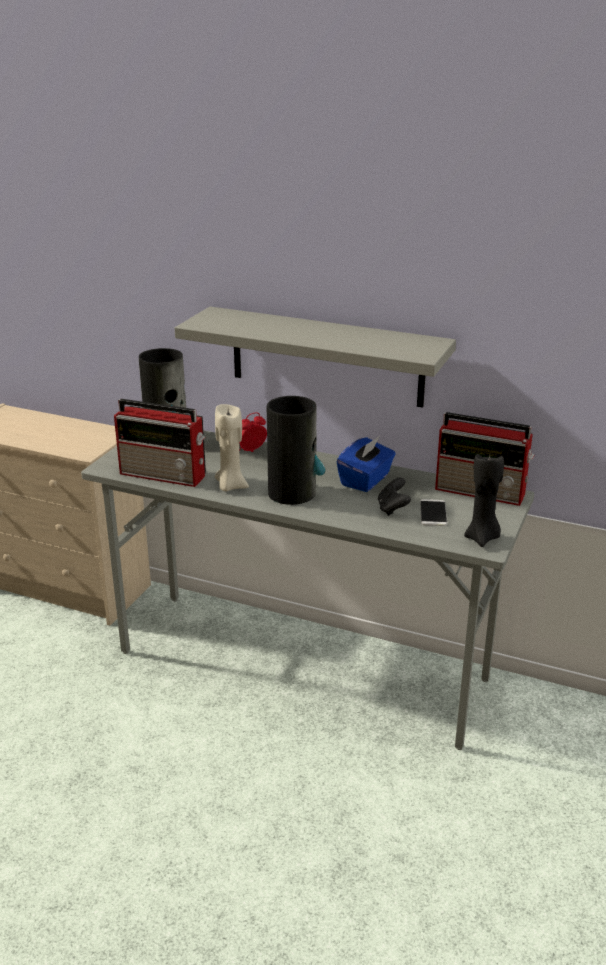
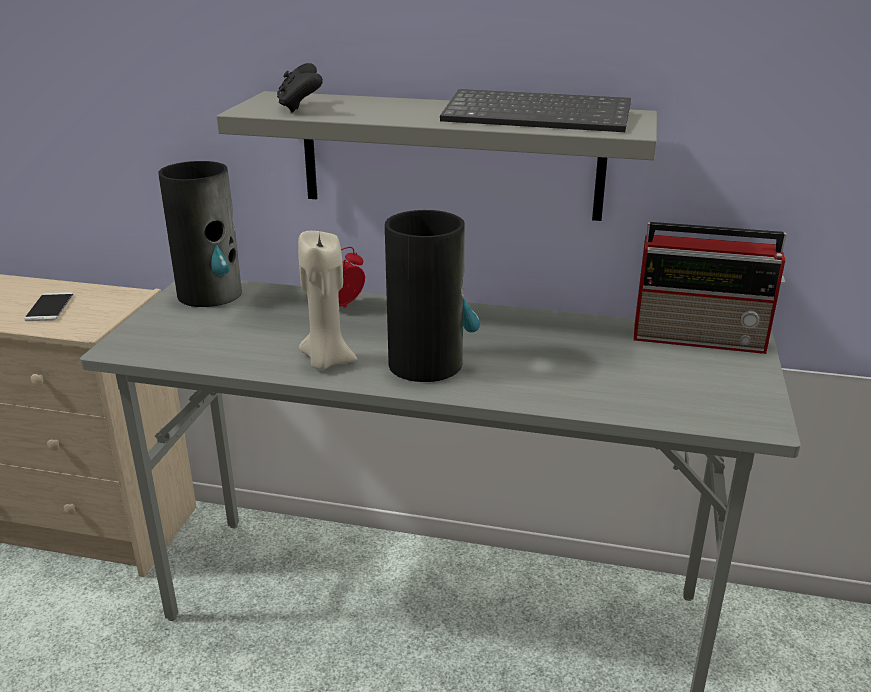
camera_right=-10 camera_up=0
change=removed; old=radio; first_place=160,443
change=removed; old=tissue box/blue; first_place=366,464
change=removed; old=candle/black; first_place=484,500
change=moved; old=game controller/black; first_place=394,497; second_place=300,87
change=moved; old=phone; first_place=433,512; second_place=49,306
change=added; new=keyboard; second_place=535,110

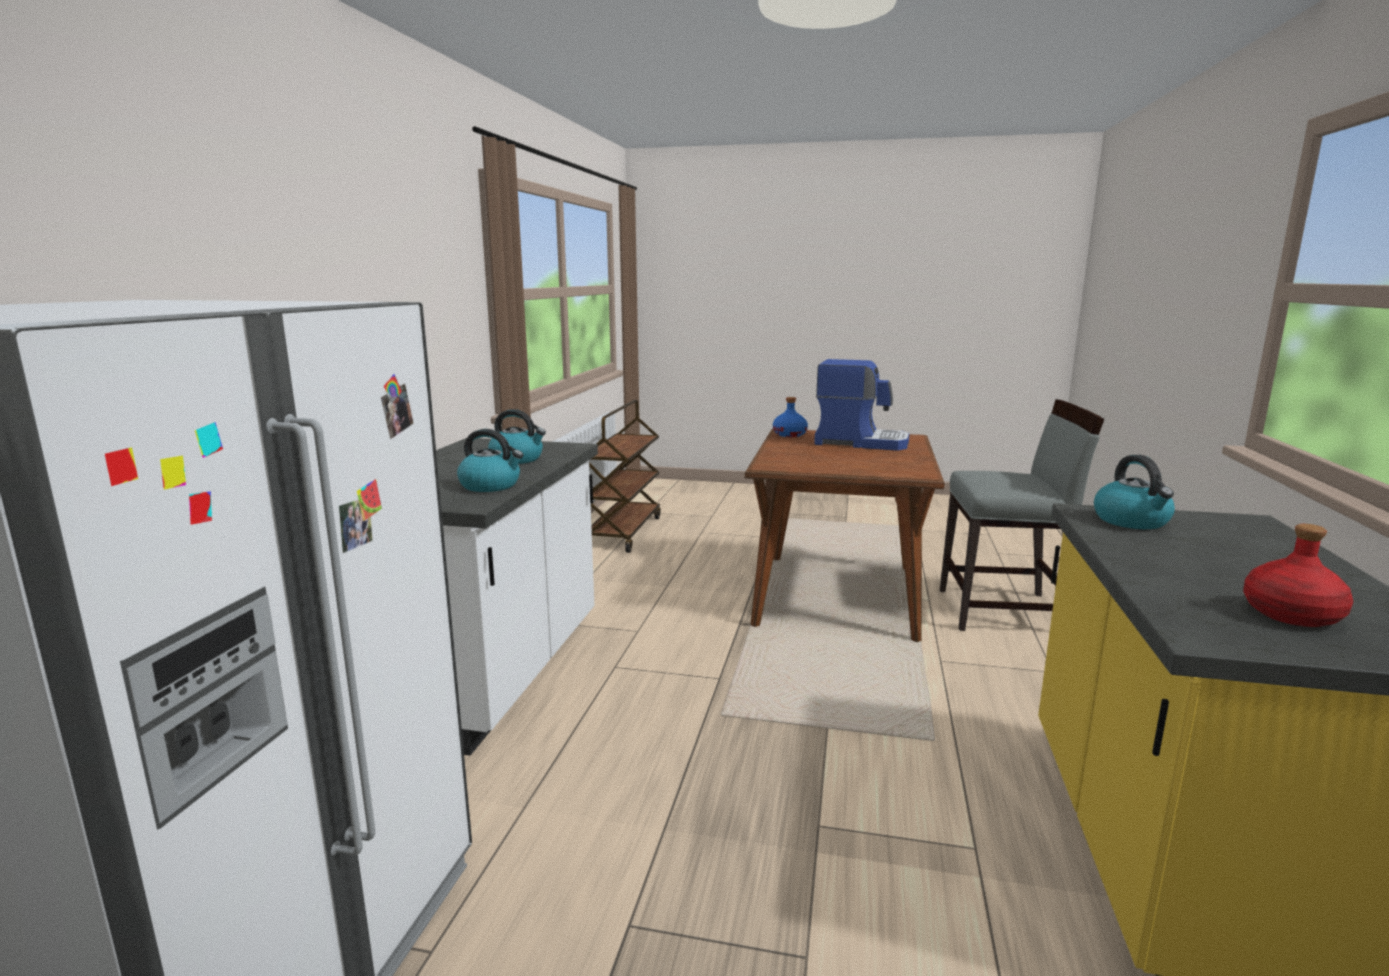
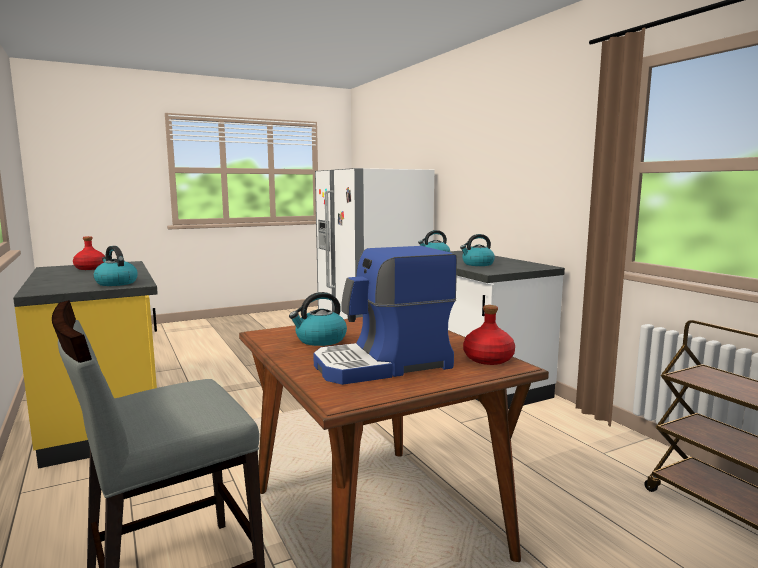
camera_right=140 camera_up=-5
change=recoloured; old=bottle/blue; new=bottle/red; first_place=790,417; second_place=489,335
change=added; new=kettle; second_place=318,319

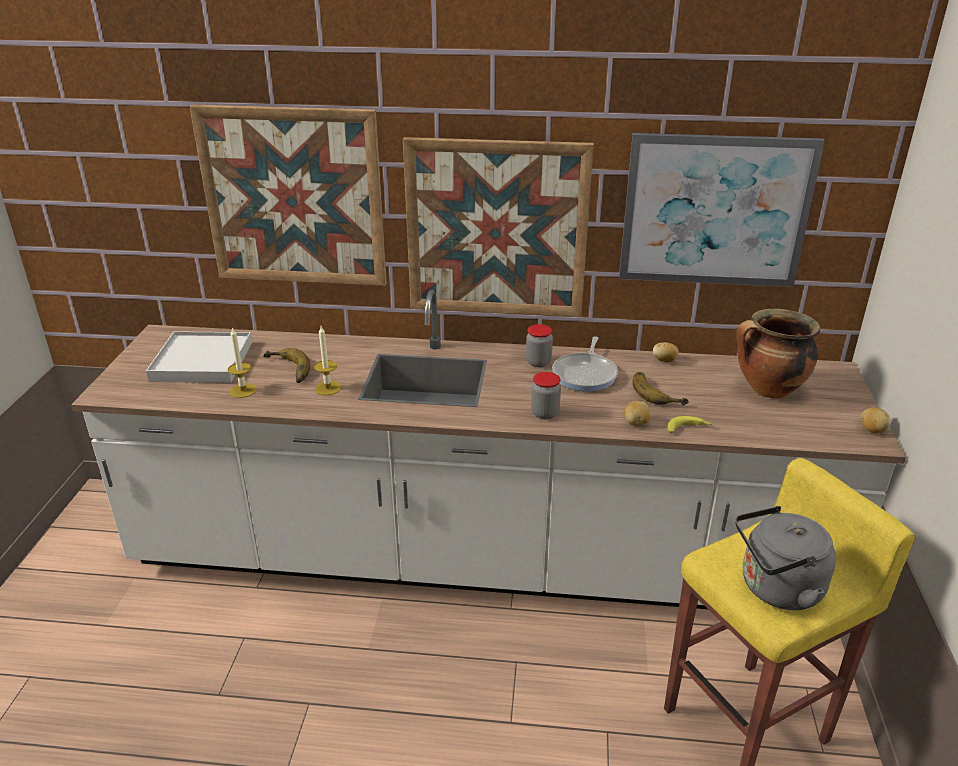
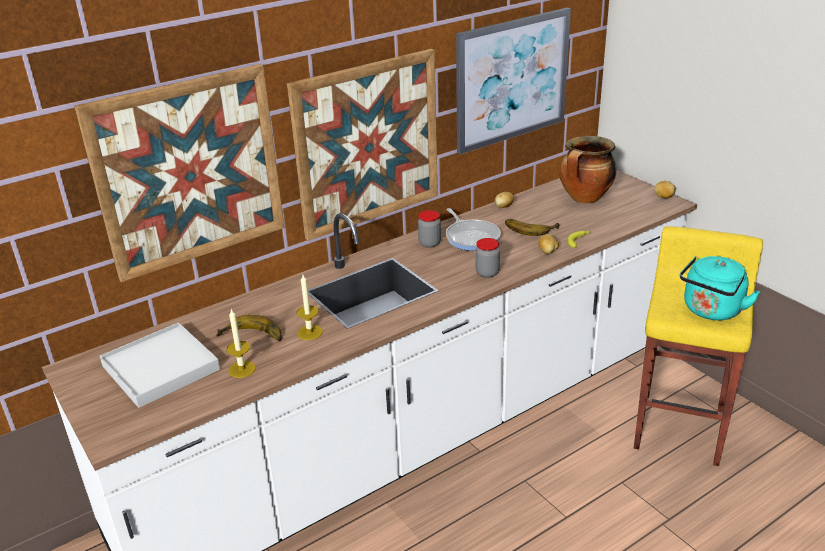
camera_right=-40 camera_up=0
change=recoloured; old=kettle/grey; new=kettle/turquoise; first_place=785,558; second_place=720,288

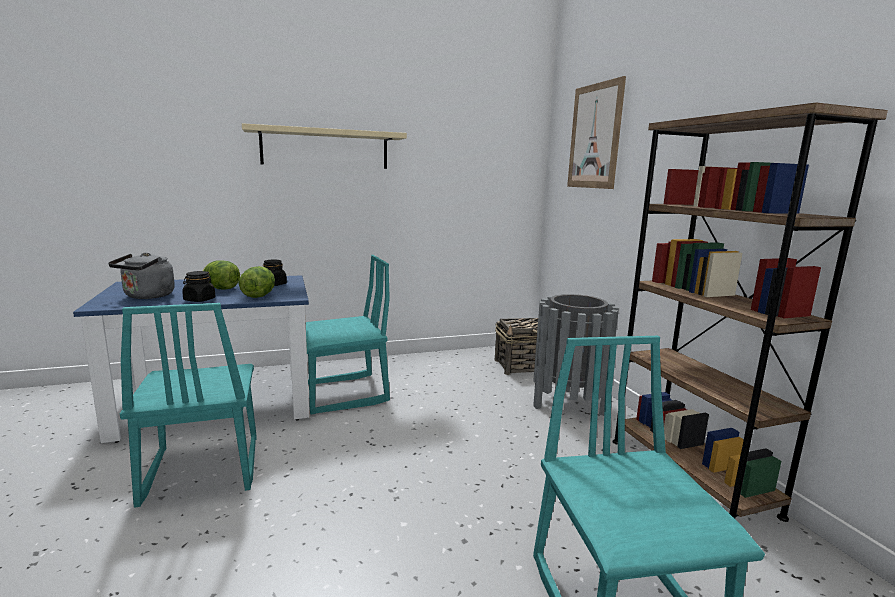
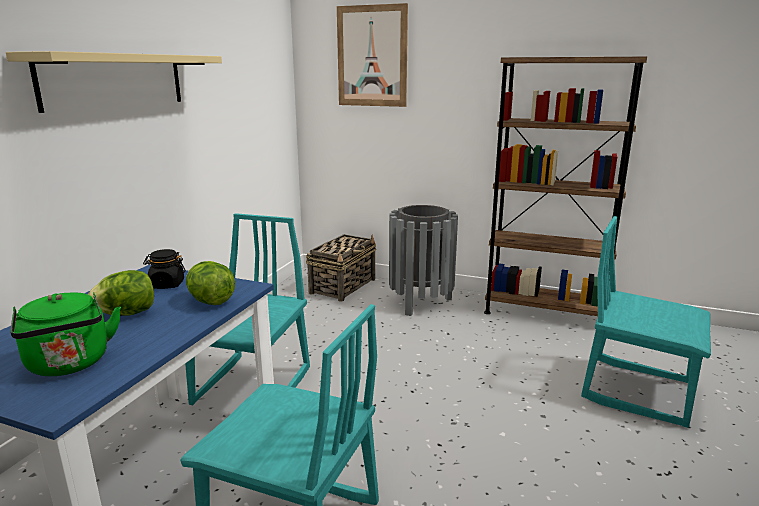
camera_right=-50 camera_up=5
change=recoloured; old=kettle/grey; new=kettle/green; first_place=141,275; second_place=65,334
change=removed; old=jar/black; first_place=198,286

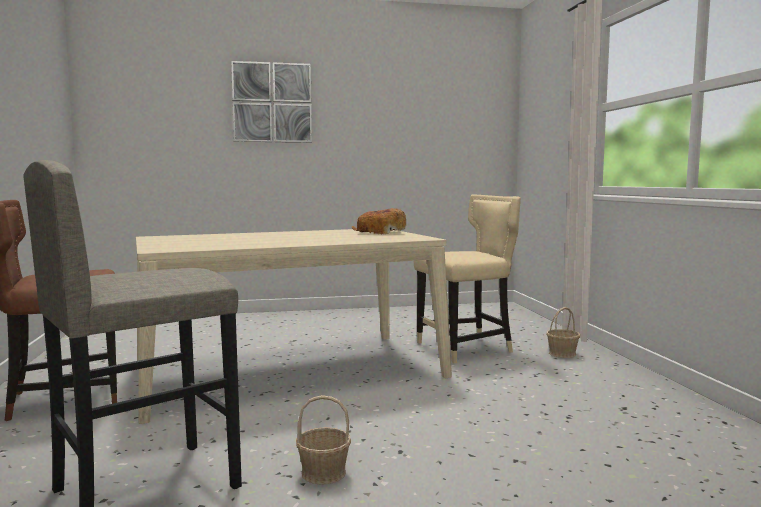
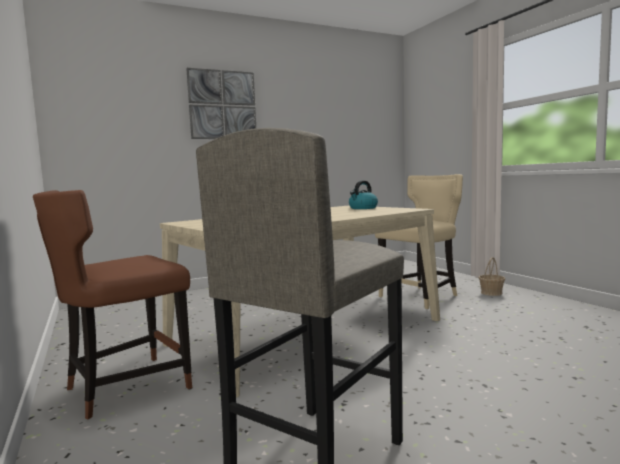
camera_right=-15 camera_up=0
change=replaced; old=bread; new=kettle; first_place=379,221; second_place=363,195
change=removed; old=basket; first_place=323,440

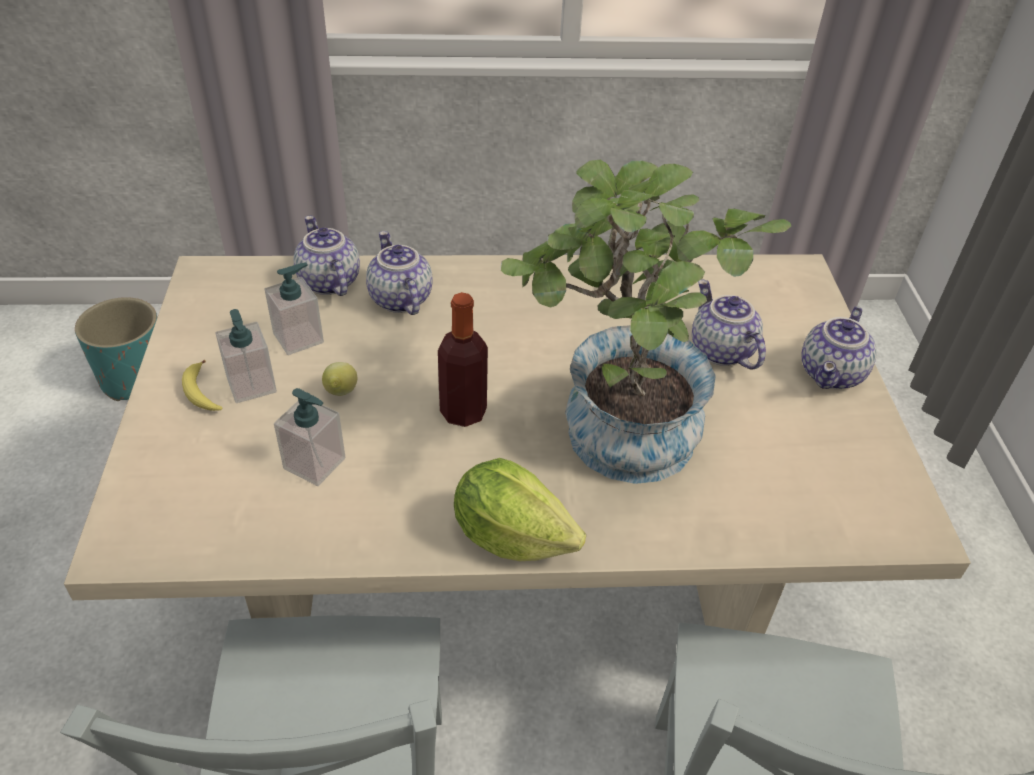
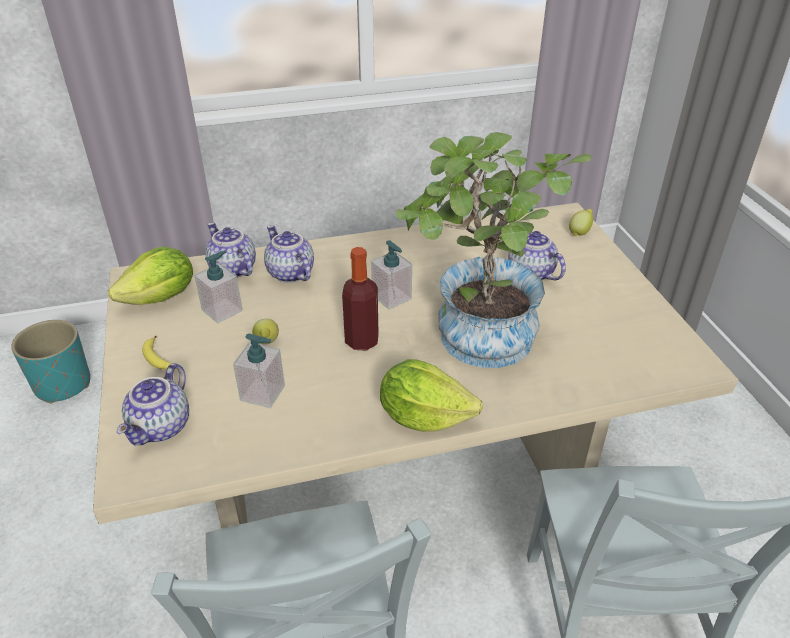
camera_right=-10 camera_up=-5
change=moved; old=teapot; first_place=839,347; second_place=153,404
change=moved; old=soap dispenser; first_place=246,356; second_place=391,274
change=added; new=lemon; second_place=581,222
change=added; new=lettuce; second_place=150,276

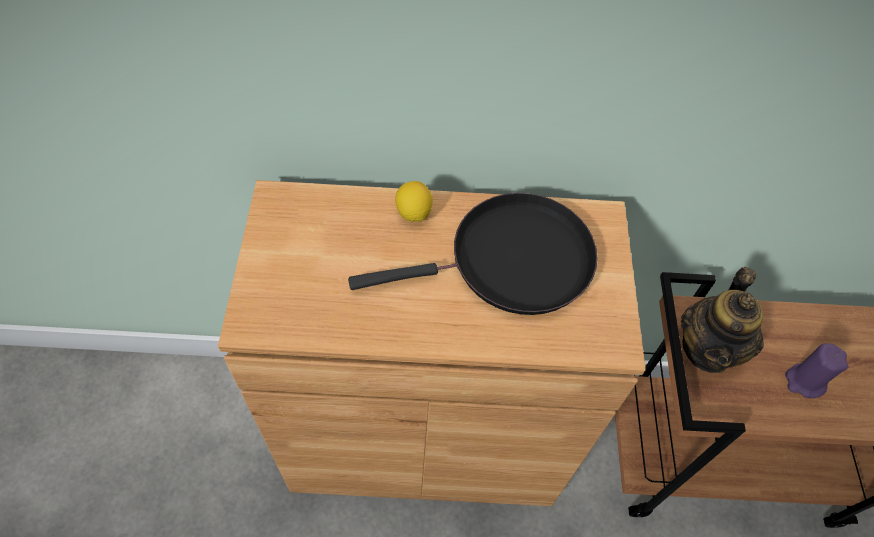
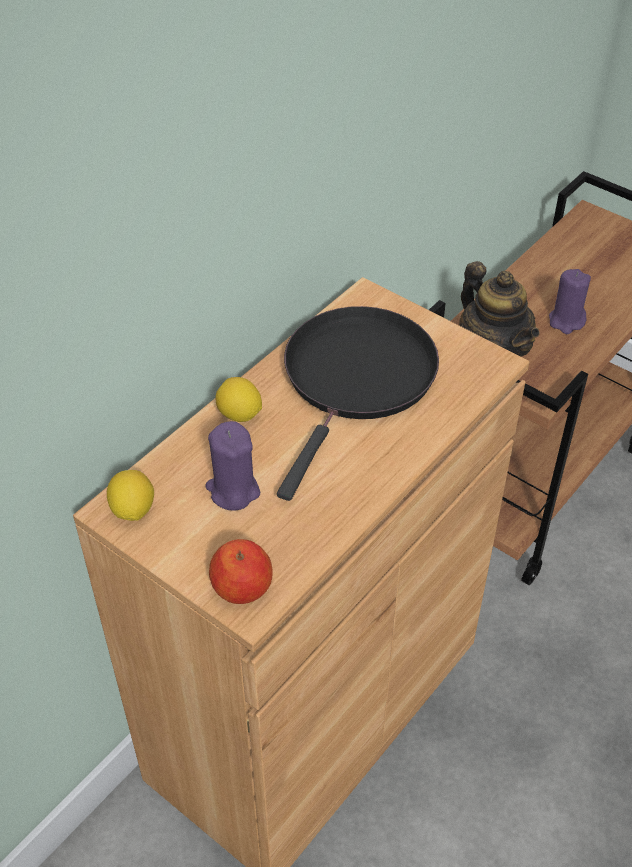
camera_right=-50 camera_up=-10
change=added; new=candle/purple; second_place=232,466
change=added; new=lemon; second_place=130,495
change=added; new=apple; second_place=241,571

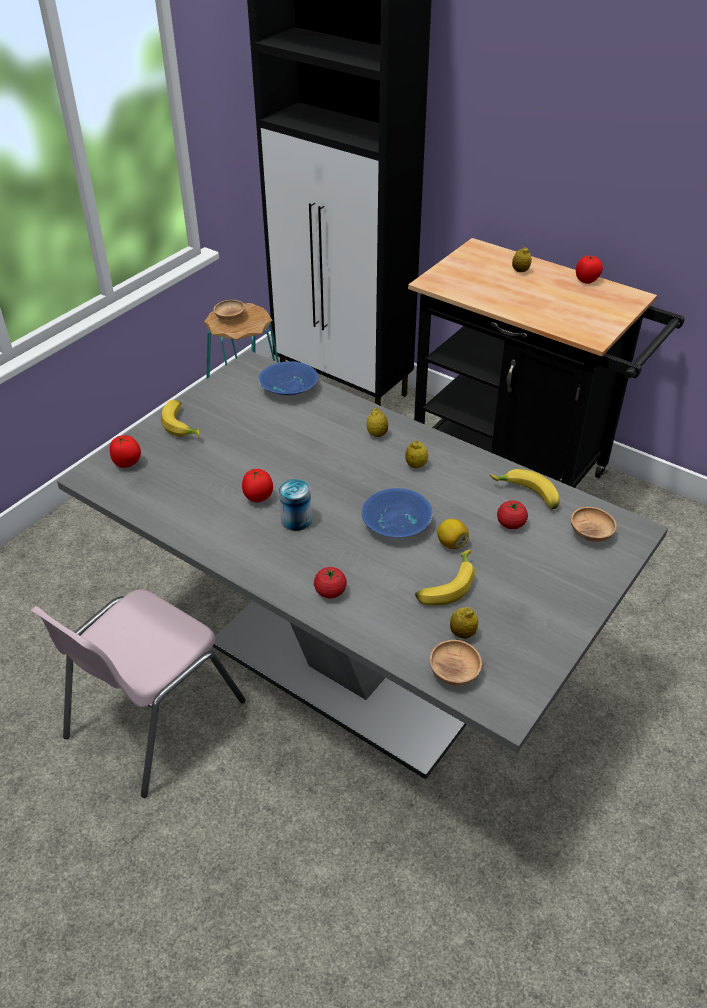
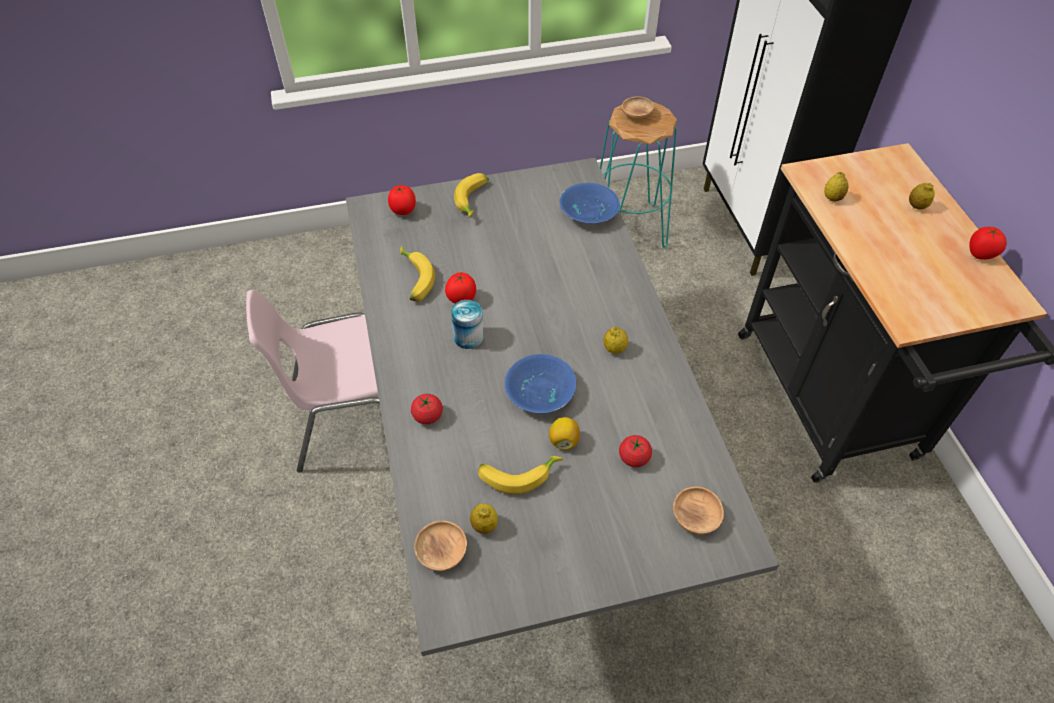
camera_right=40 camera_up=10
change=moved; old=lemon; first_place=377,422; second_place=836,187
change=moved; old=banana; first_place=525,489; second_place=417,274

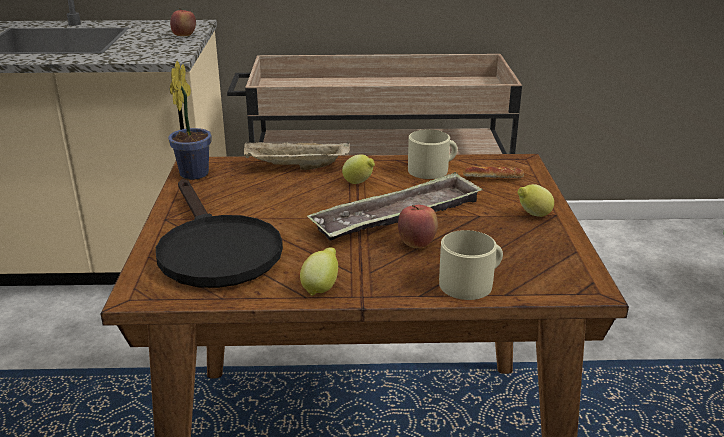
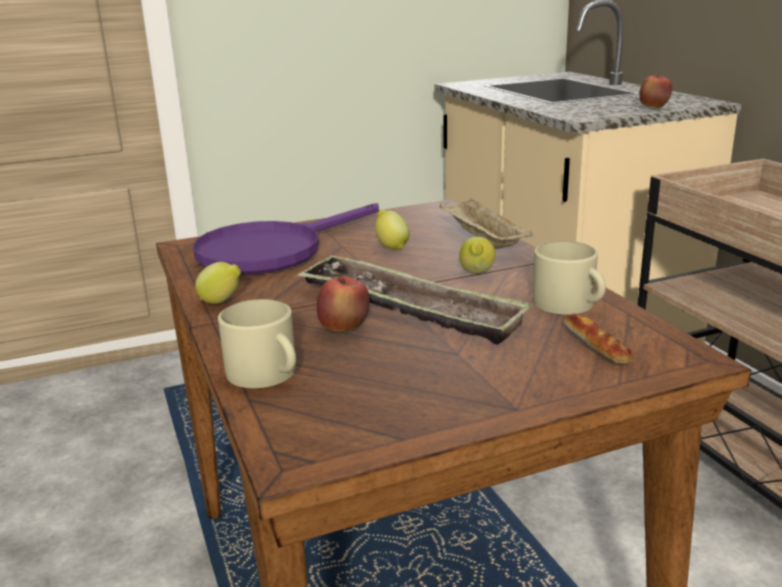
camera_right=70 camera_up=-5
change=removed; old=potted plant; first_place=190,120
change=recoloured; old=frying pan/black; new=frying pan/purple; first_place=219,233; second_place=286,238
change=moved; old=lemon; first_place=535,200; second_place=392,229

